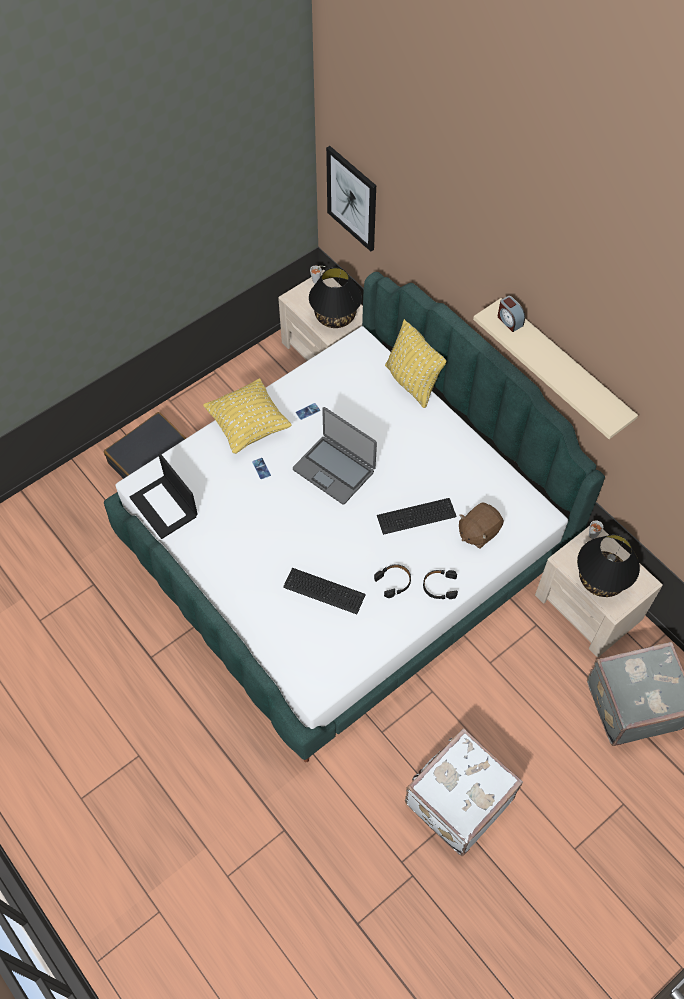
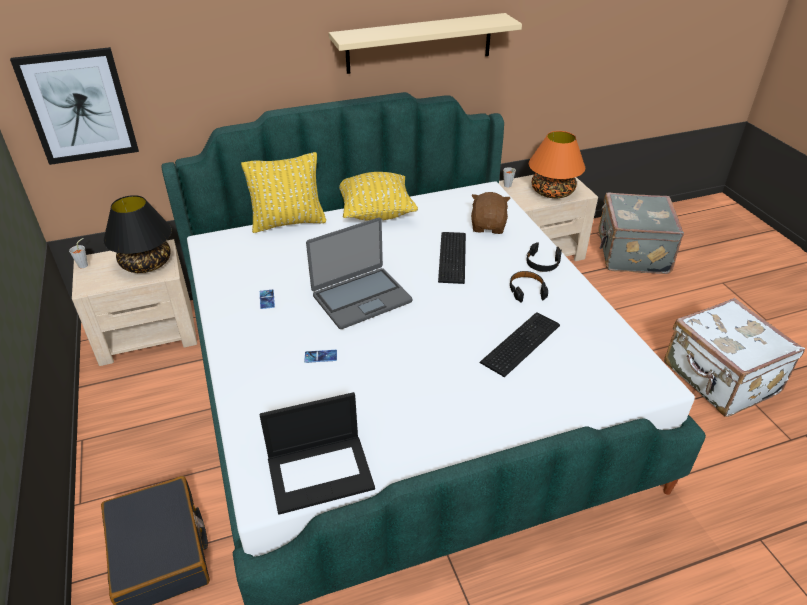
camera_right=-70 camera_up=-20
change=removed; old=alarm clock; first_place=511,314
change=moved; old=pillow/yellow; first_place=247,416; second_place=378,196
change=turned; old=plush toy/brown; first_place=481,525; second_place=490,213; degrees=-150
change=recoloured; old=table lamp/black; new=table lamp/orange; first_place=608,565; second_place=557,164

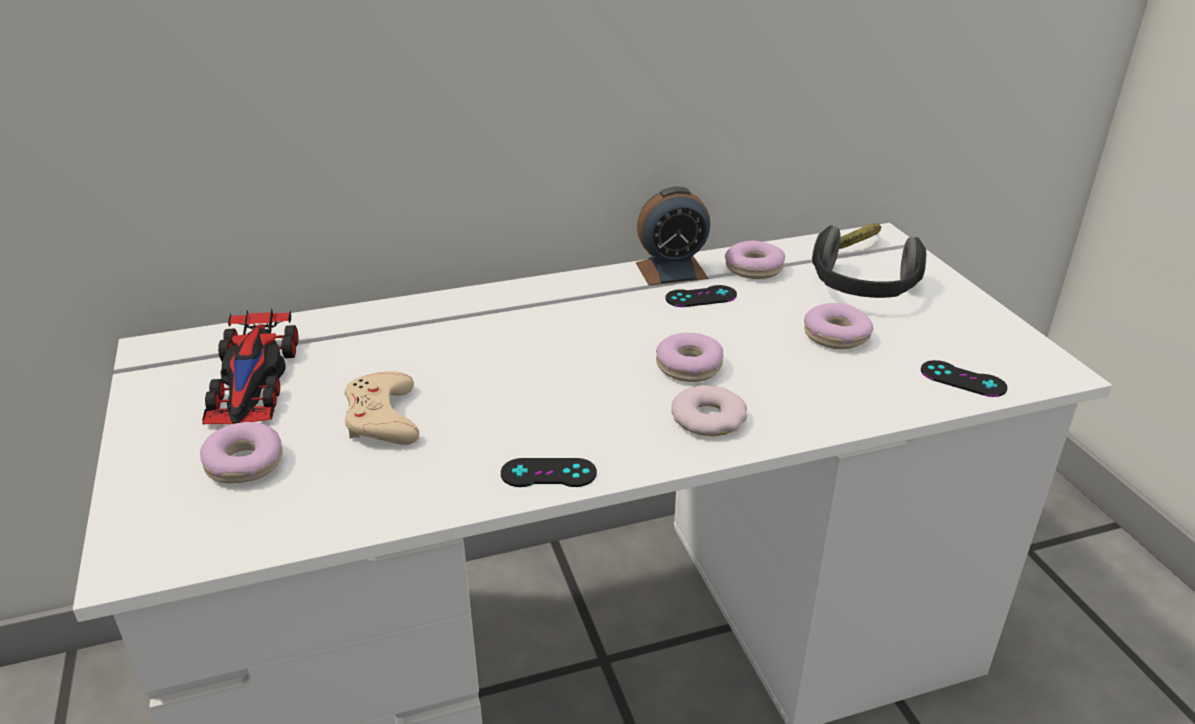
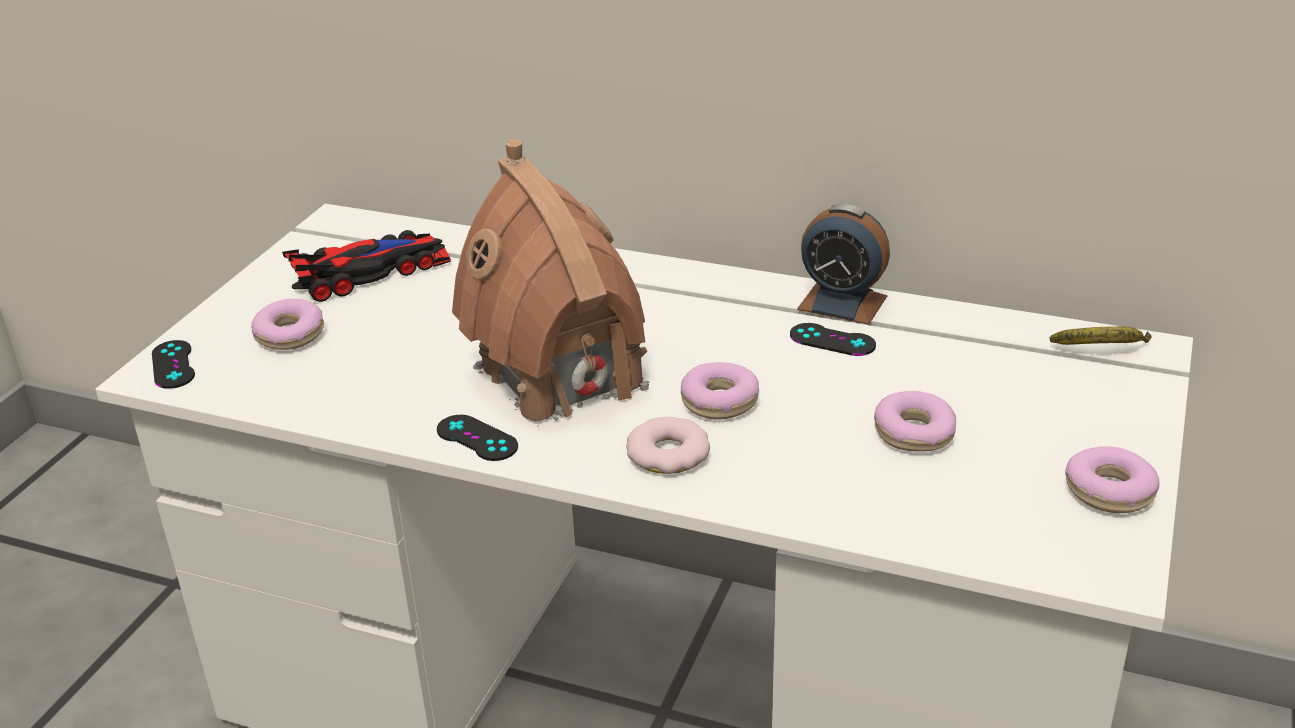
camera_right=40 camera_up=0
change=removed; old=headphones; first_place=869,262
change=moved; old=donut; first_place=755,260; second_place=1112,479
change=turned; old=toy car; first_place=250,367; second_place=366,266; degrees=-150
change=moved; old=game controller/black; first_place=964,378; second_place=173,364
change=removed; old=game controller/beige; first_place=381,408
change=added; new=toy house; second_place=551,283

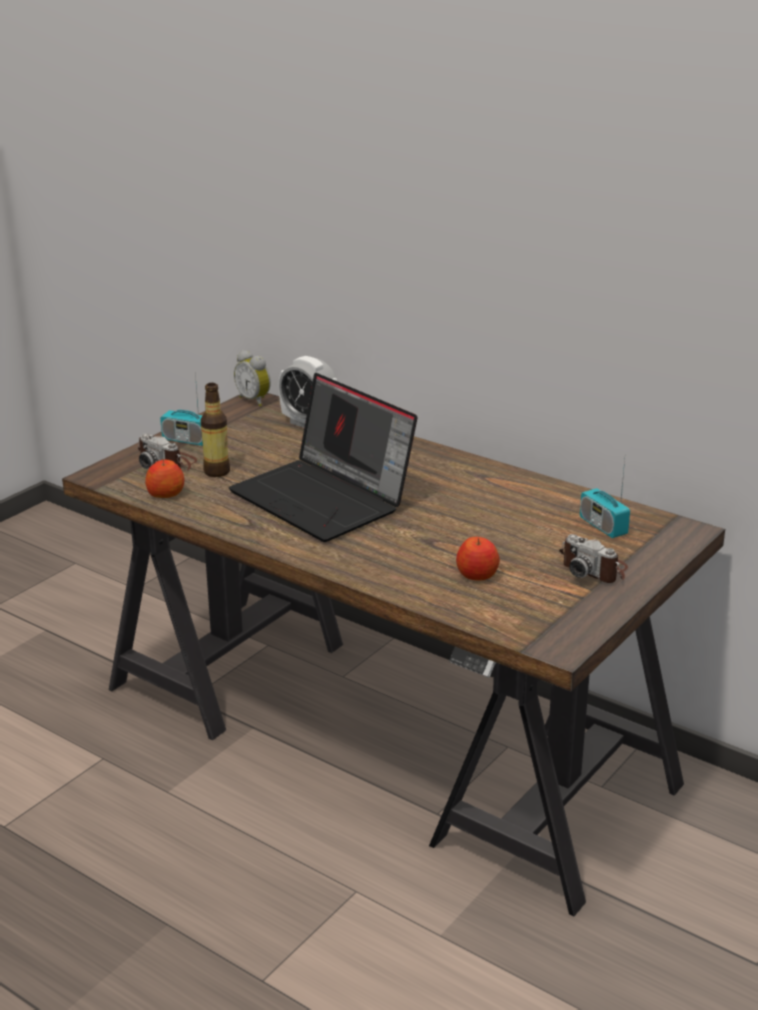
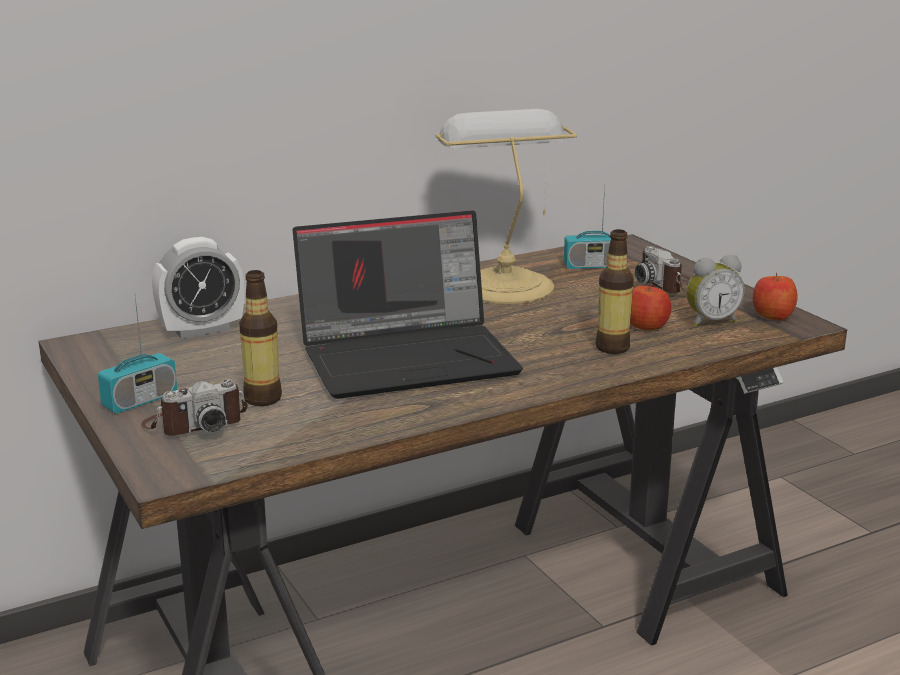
camera_right=-65 camera_up=-5
change=moved; old=alarm clock; first_place=252,378; second_place=715,291
change=moved; old=apple; first_place=164,478; second_place=775,296
change=turned; old=photo camera; first_place=593,558; second_place=662,270; degrees=90
change=added; new=table lamp; second_place=506,206
change=added; new=bottle; second_place=615,291

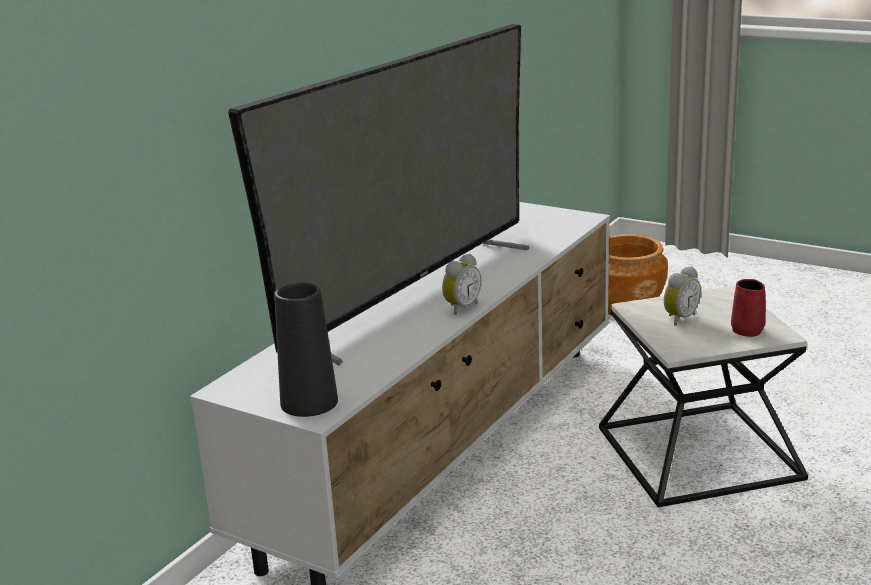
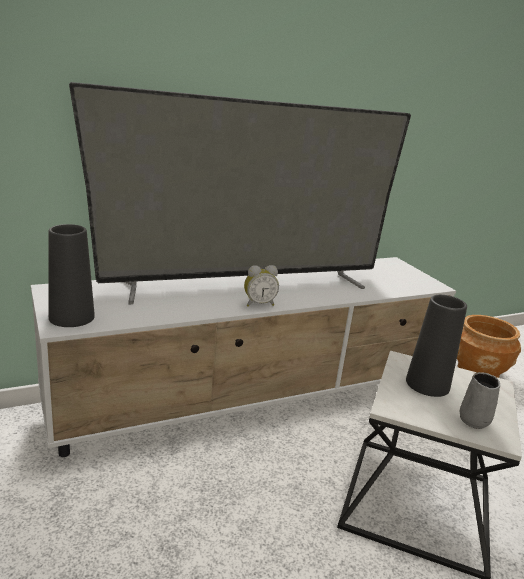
camera_right=30 camera_up=0
change=replaced; old=alarm clock; new=vase/black; first_place=682,296; second_place=436,346
change=recoloured; old=mug/red; new=mug/grey; first_place=748,308; second_place=480,400

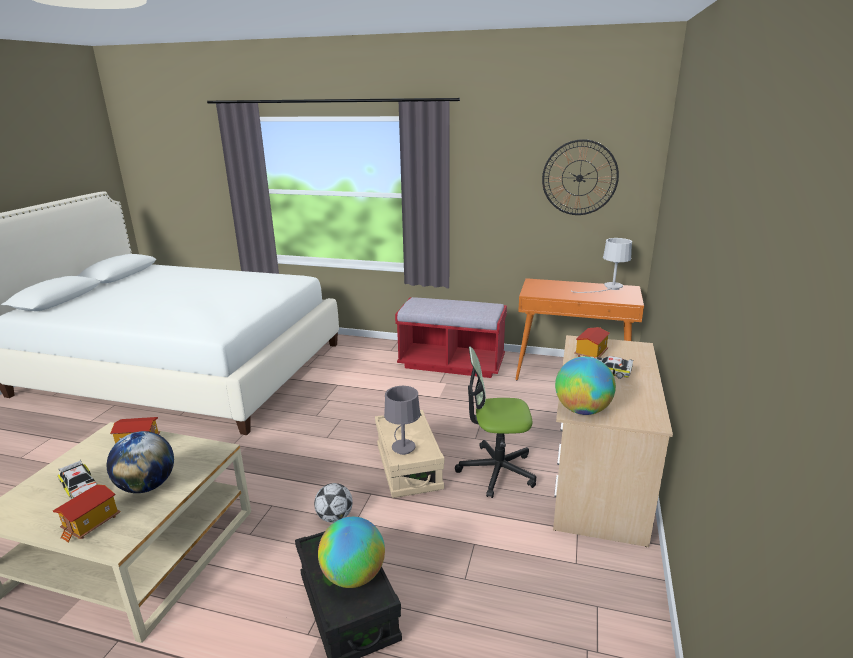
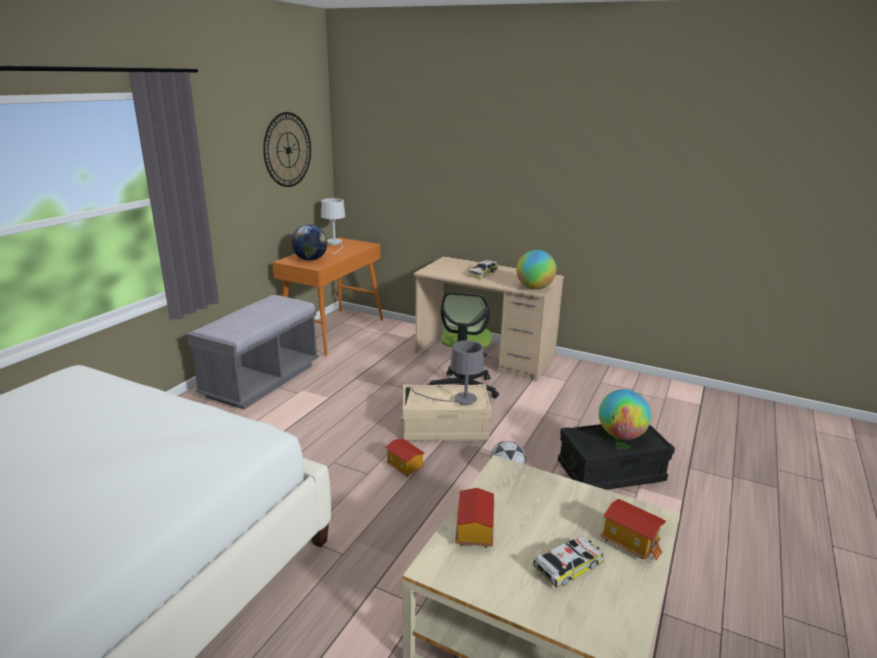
camera_right=-80 camera_up=0
change=recoloured; old=bench/red; new=bench/grey; first_place=451,337; second_place=253,352
change=moved; old=toy house; first_place=592,342; second_place=405,458
change=moved; old=globe; first_place=140,462; second_place=309,242

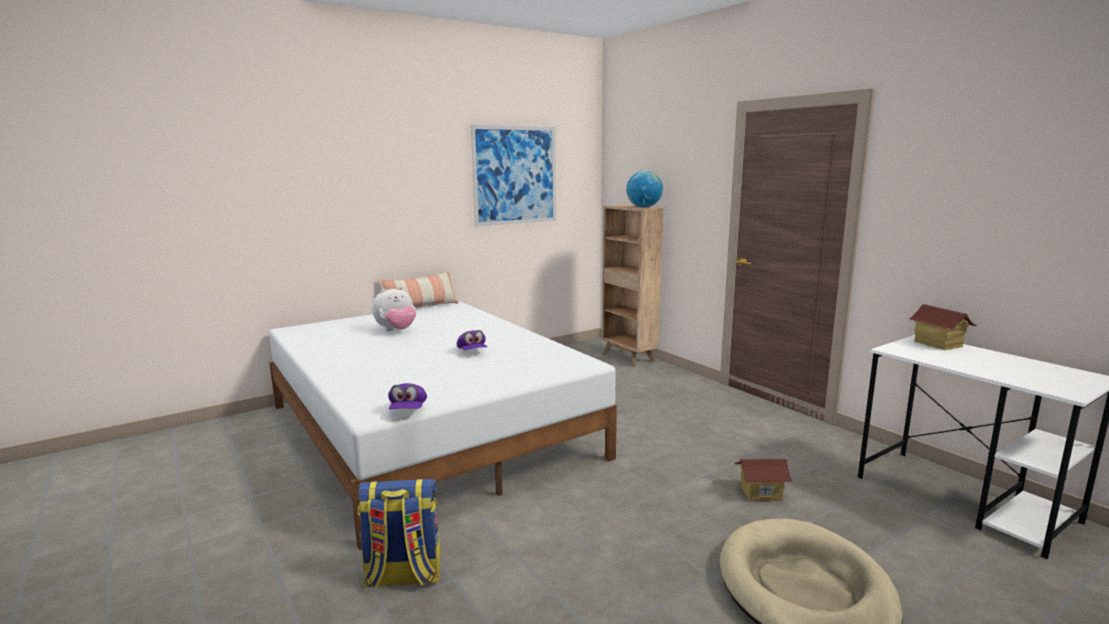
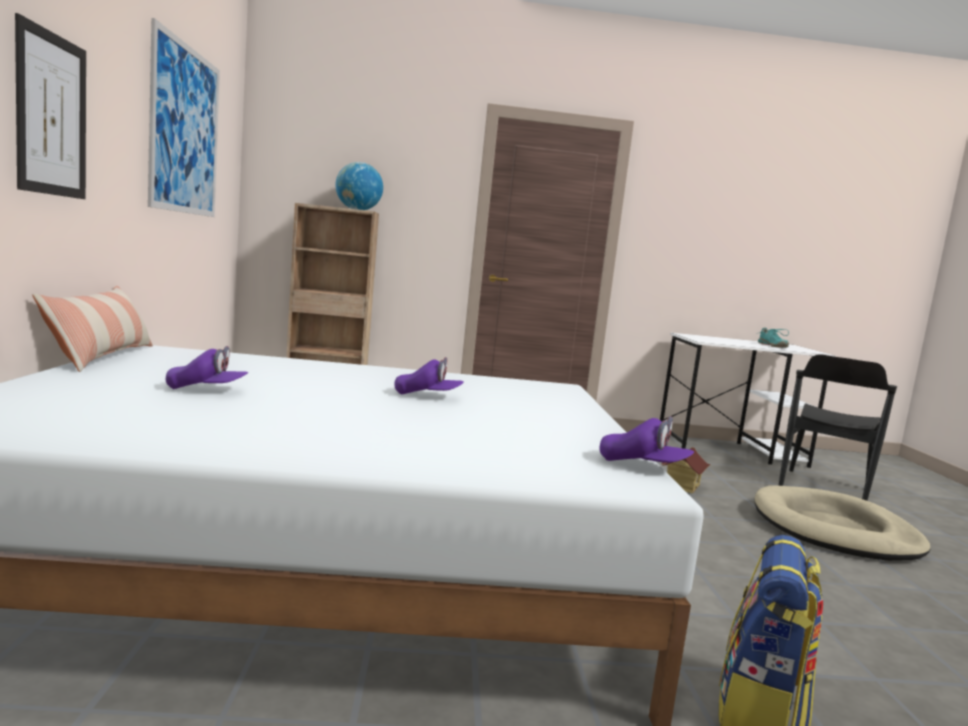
camera_right=-60 camera_up=-5
change=replaced; old=plush toy; new=cap/purple; first_place=394,308; second_place=207,367
change=removed; old=toy house; first_place=942,327
change=added; new=picture; second_place=50,106
change=added; new=shoe/turquoise; second_place=773,337
change=added; new=chair/black; second_place=837,427

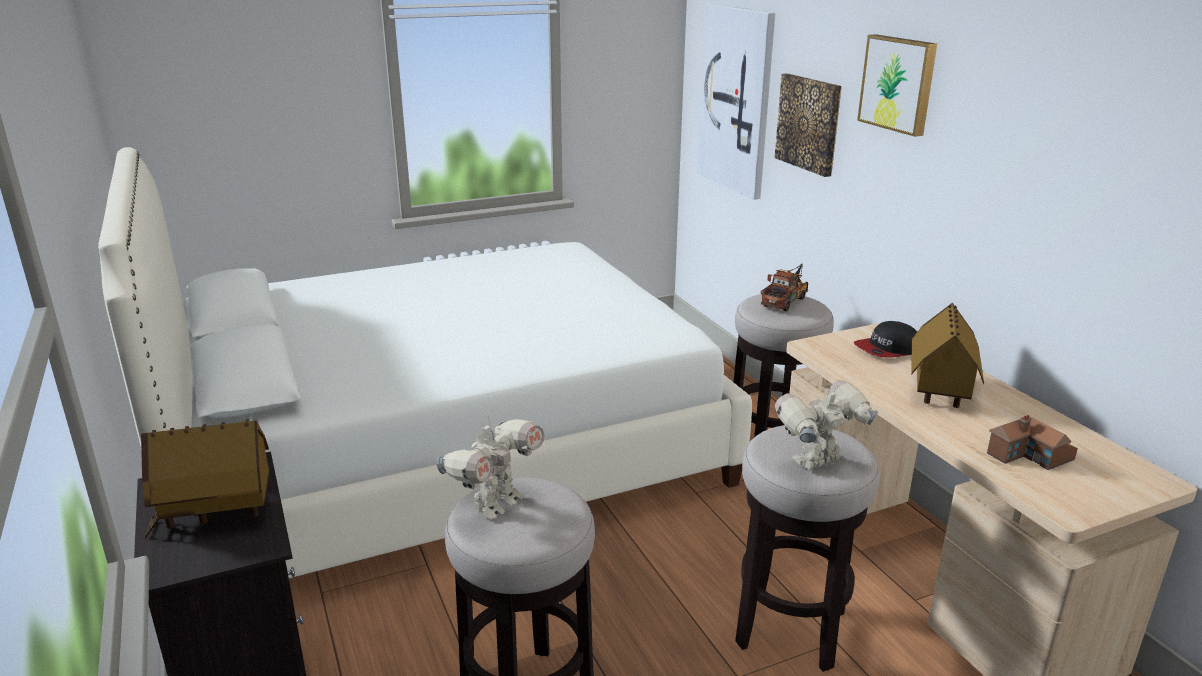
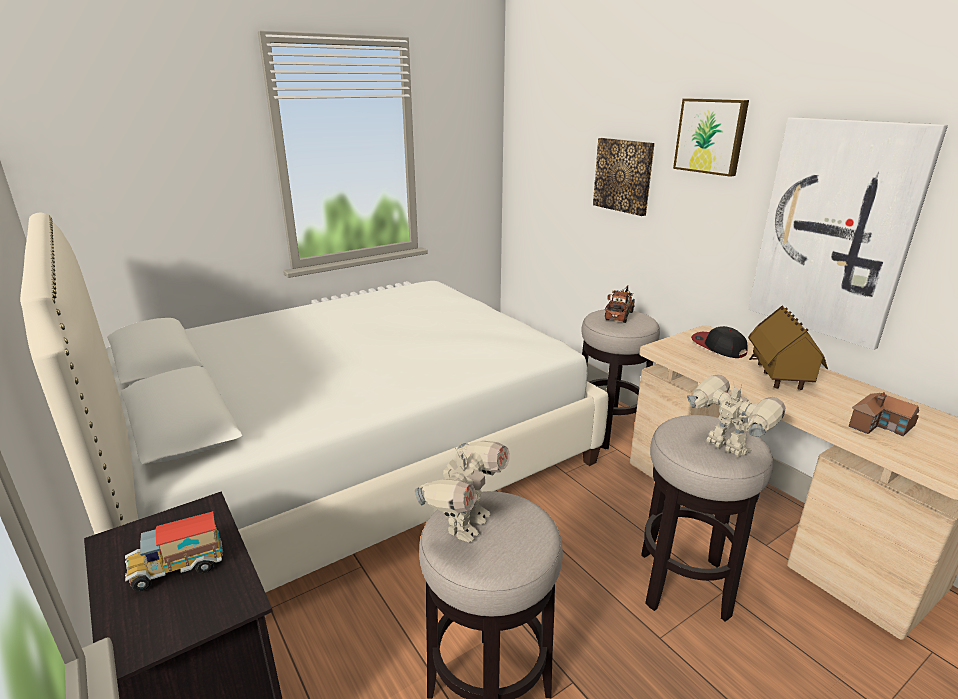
camera_right=-10 camera_up=0
change=moved; old=picture; first_place=736,102; second_place=848,233
change=turned; old=cap; first_place=885,339; second_place=719,342; degrees=90
change=turned; old=toy robot; first_place=826,425; second_place=736,416; degrees=90
change=replaced; old=toy house; new=toy truck; first_place=205,479; second_place=174,551

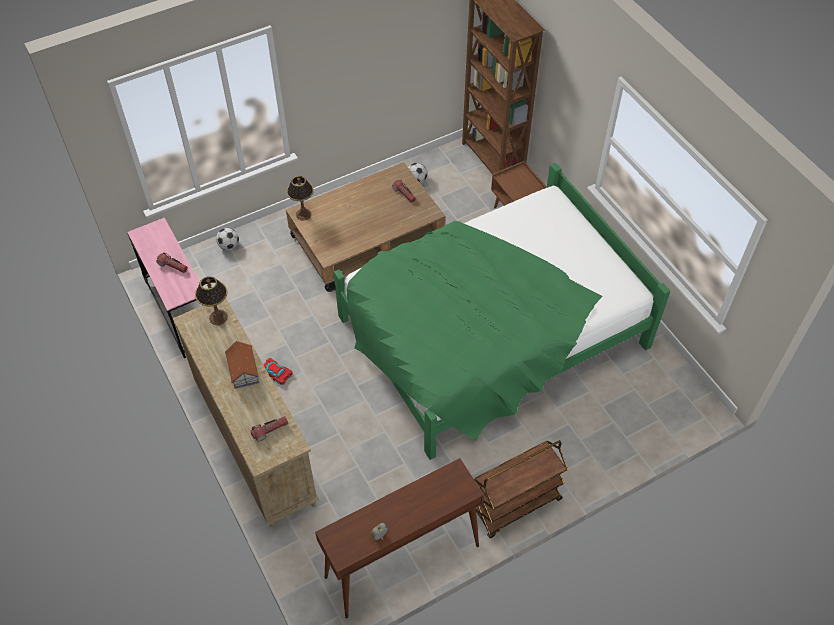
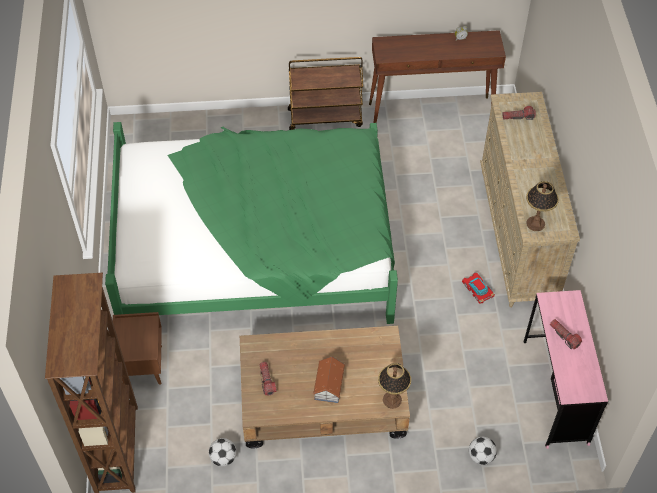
camera_right=-155 camera_up=0
change=moved; old=toy house; first_place=242,365; second_place=329,379

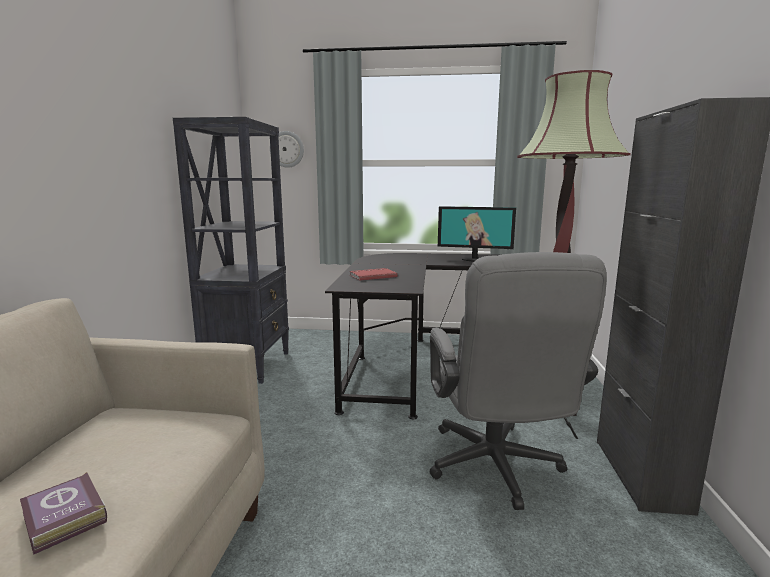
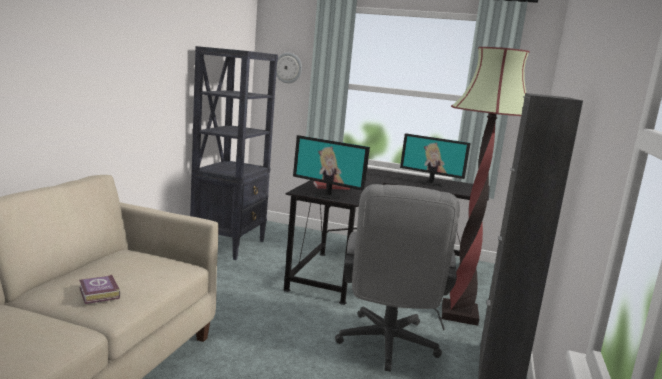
camera_right=10 camera_up=0
change=added; new=monitor; second_place=331,167

